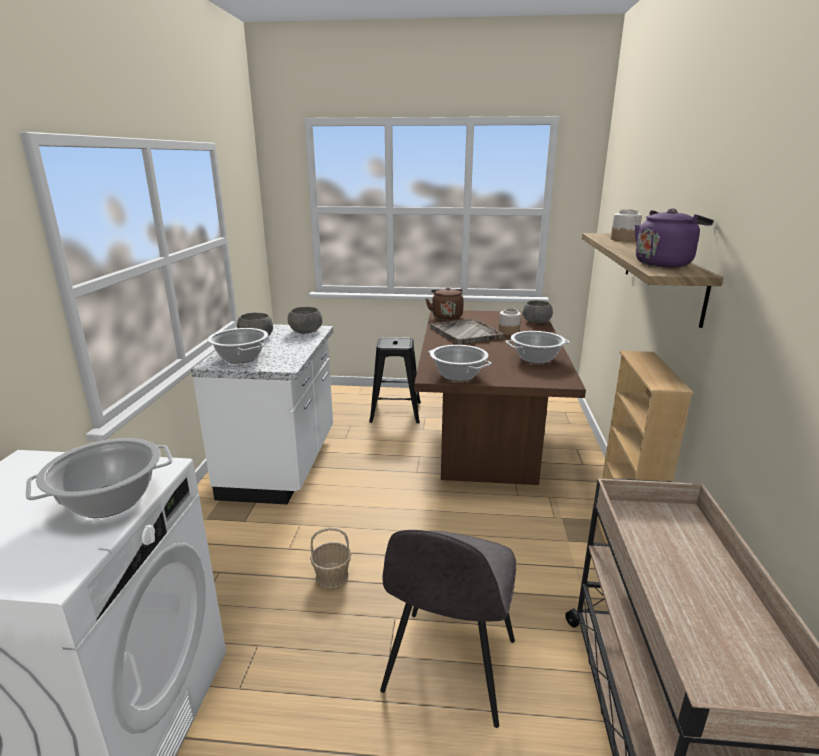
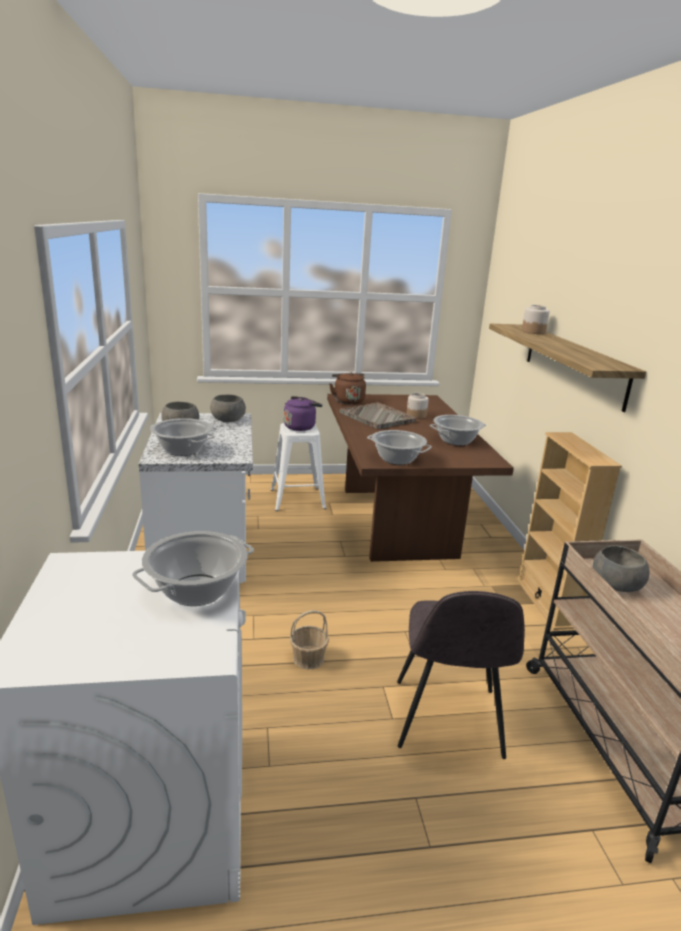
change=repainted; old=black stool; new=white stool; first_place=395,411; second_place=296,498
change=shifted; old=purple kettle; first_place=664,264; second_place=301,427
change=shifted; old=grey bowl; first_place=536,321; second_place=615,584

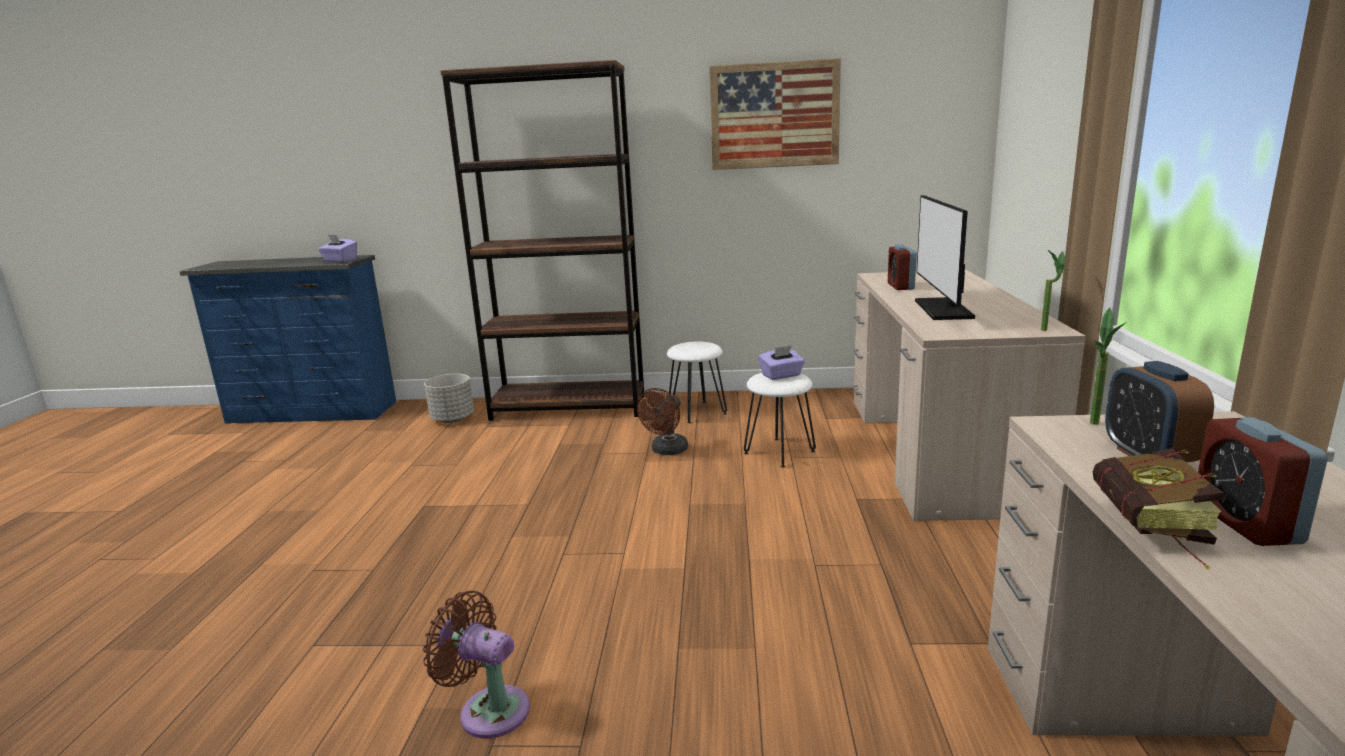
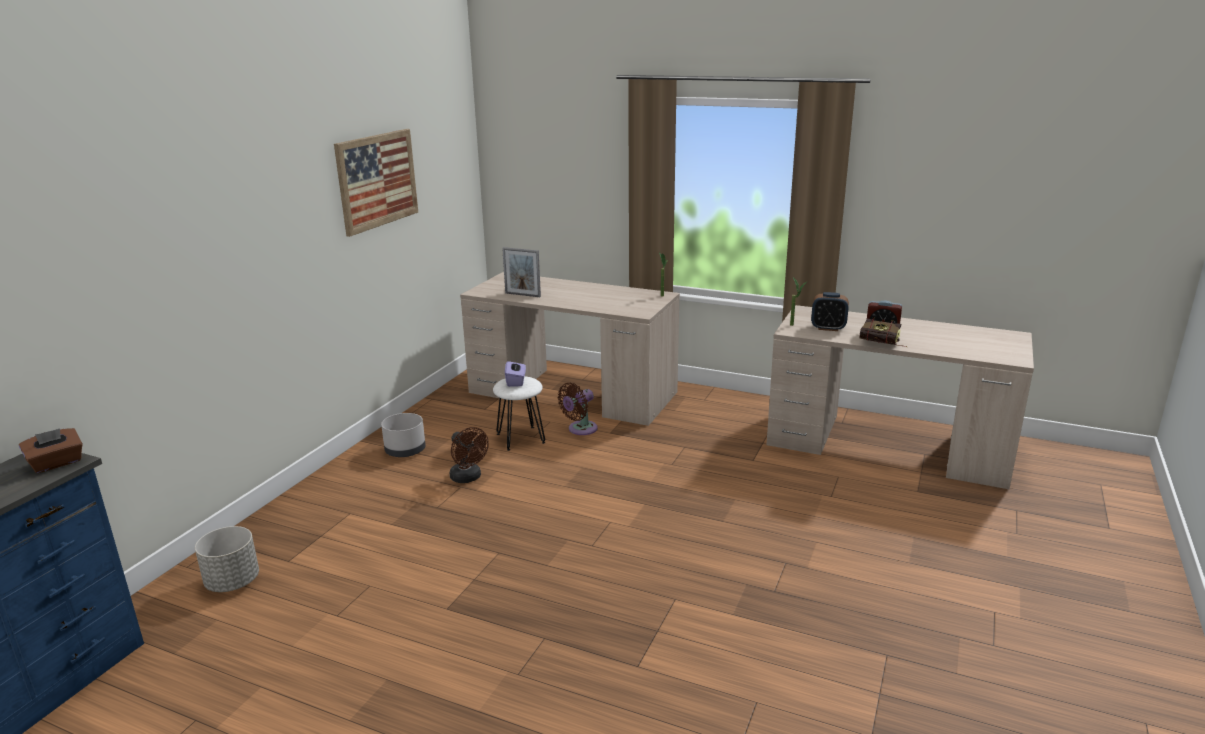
change=repainted; old=purple tissue box; new=brown tissue box; first_place=340,261; second_place=57,463
change=swapped; old=white stool; new=grey planter; first_place=696,411; second_place=405,451
change=swapped; old=alarm clock; new=picture frame; first_place=900,286; second_place=522,295
change=shifted; old=brown fan; first_place=488,709; second_place=580,429
change=gone; old=brown bookcase; first_place=569,407
change=gone; old=monitor; first_place=943,309

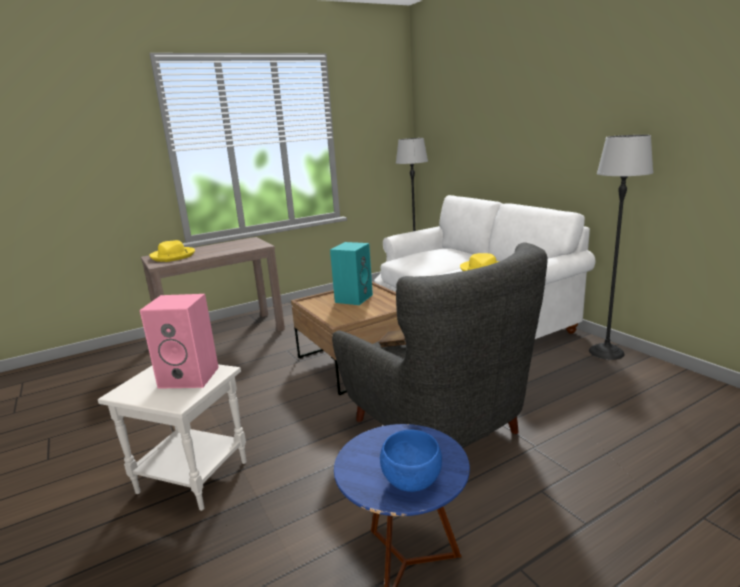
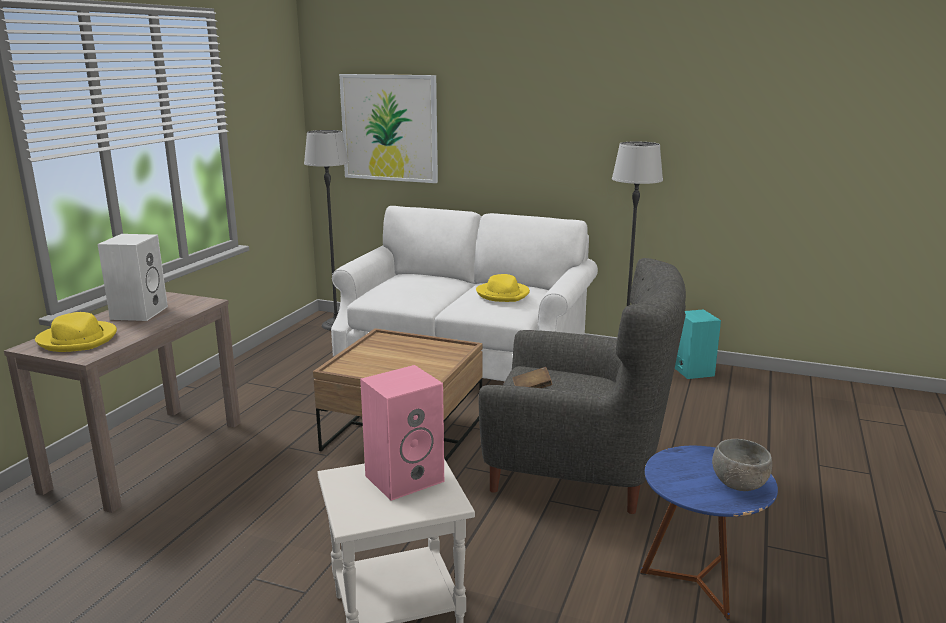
change=new; new=white speaker; second_place=139,312
change=new; new=picture; second_place=389,128
change=shifted; old=turquoise speaker; first_place=353,298; second_place=691,370
change=repainted; old=blue bowl; new=grey bowl; first_place=410,482; second_place=738,485

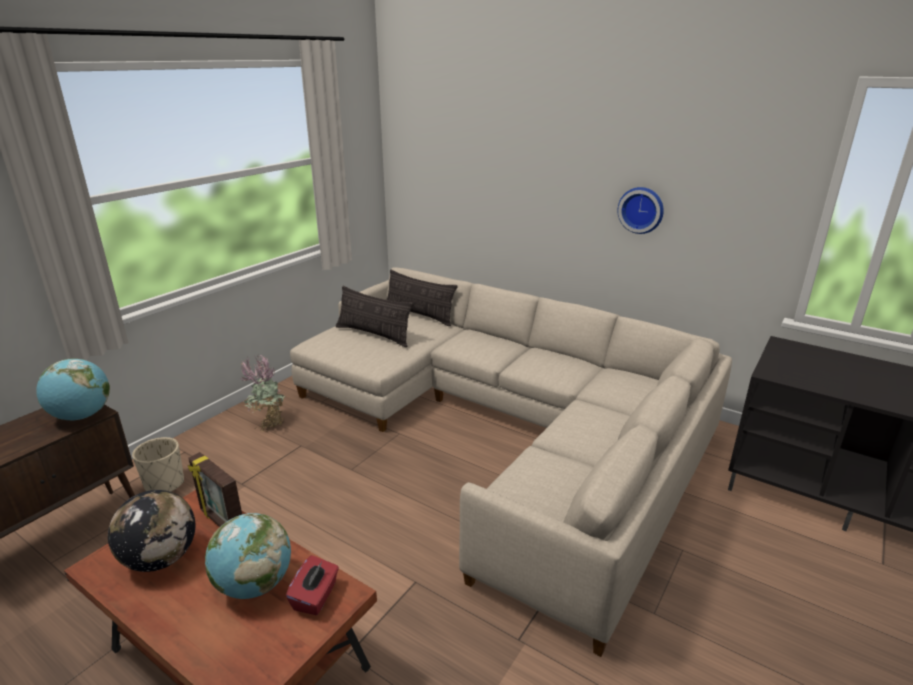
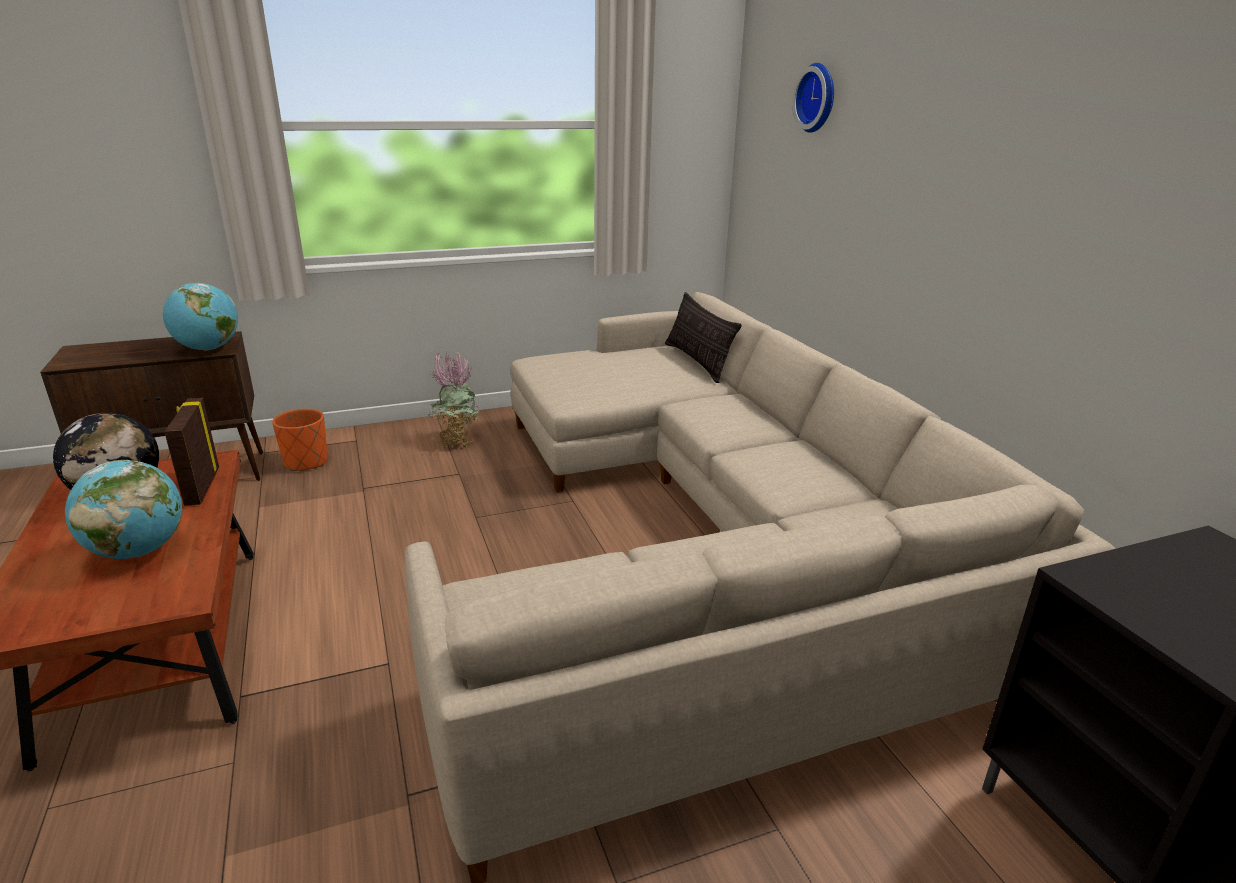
change=repainted; old=beige planter; new=orange planter; first_place=164,484; second_place=306,462
change=shifted; old=wall clock; first_place=641,209; second_place=818,98
change=gone; old=red tissue box; first_place=315,597
change=gone; old=pillow; first_place=374,334

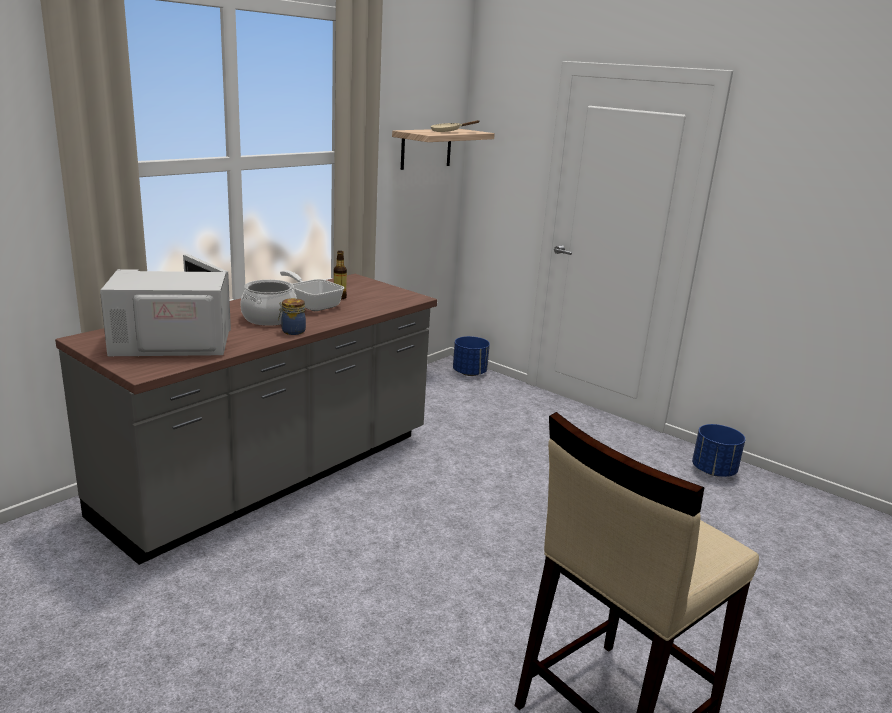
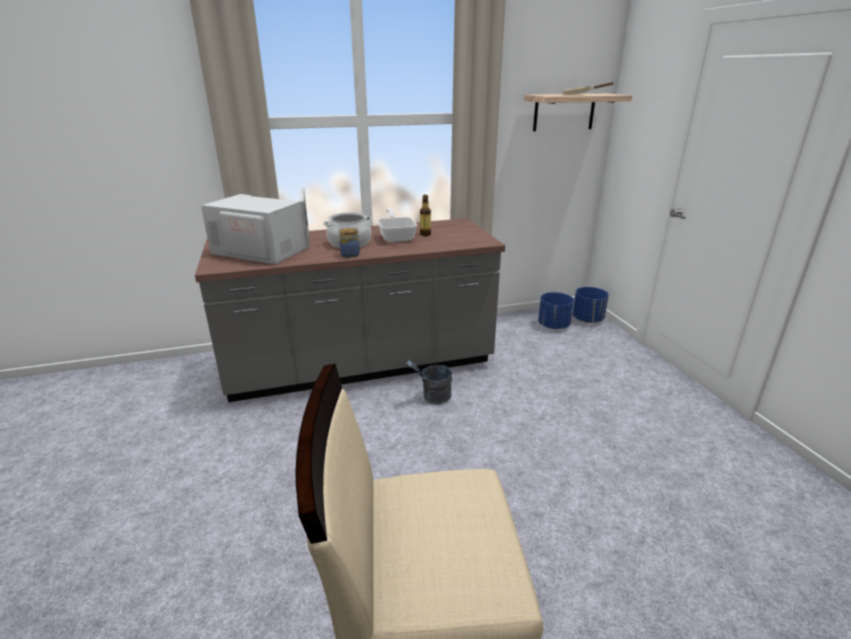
change=new; new=grey bucket; second_place=432,398
change=shifted; old=blue planter; first_place=713,471; second_place=553,326

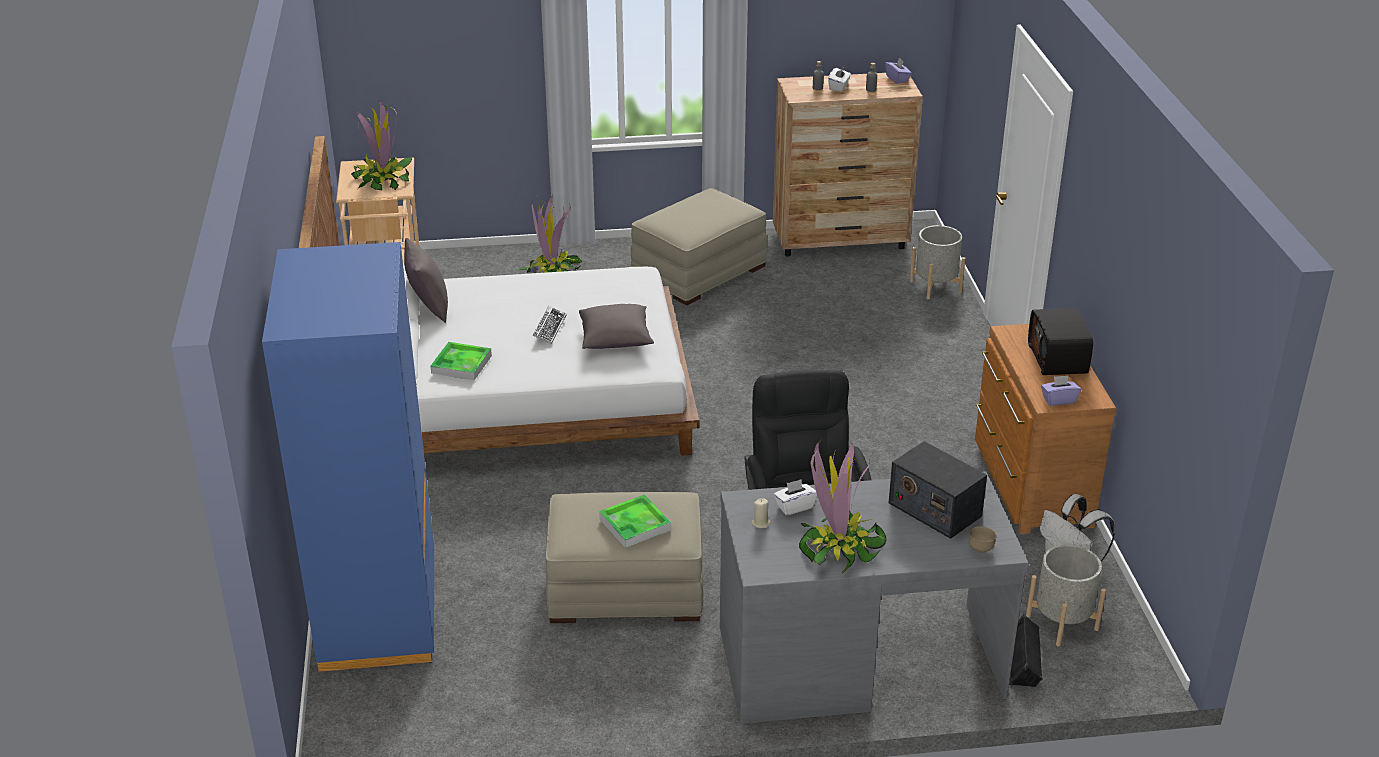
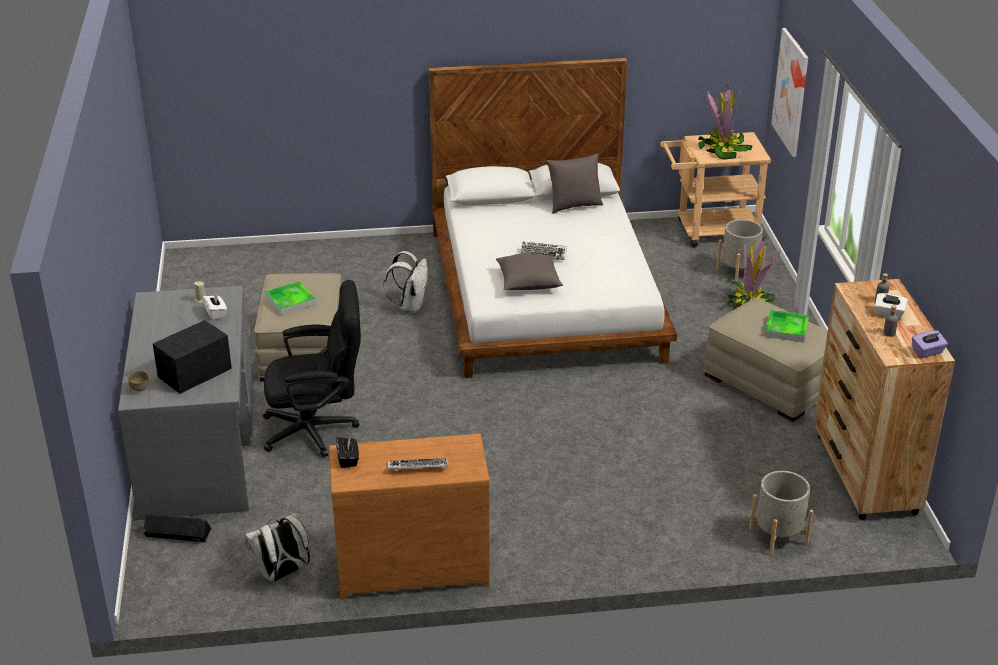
change=repainted; old=purple tissue box; new=black tissue box; first_place=1058,400; second_place=348,459
change=new; new=white backpack; second_place=410,306
change=swapped; old=radio; new=keyboard; first_place=1059,359; second_place=418,468
change=shifted; old=grey planter; first_place=1062,622; second_place=739,272
change=shifted; old=tray; first_place=461,364; second_place=786,329
change=new; new=picture; second_place=791,92
change=gone; old=blue wardrobe; first_place=379,614
change=gone; old=potted plant; first_place=839,547

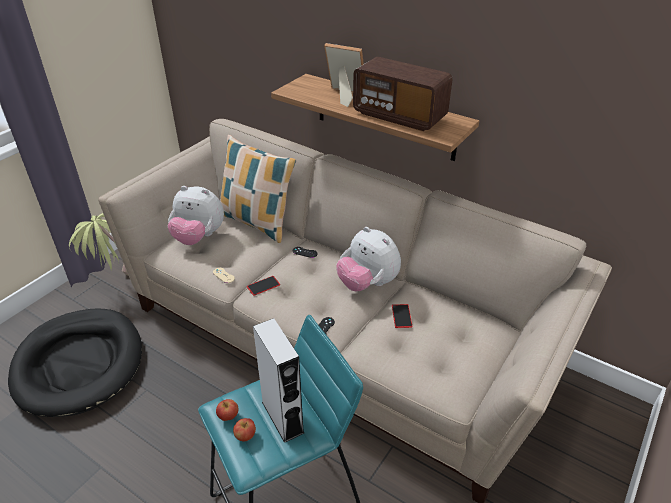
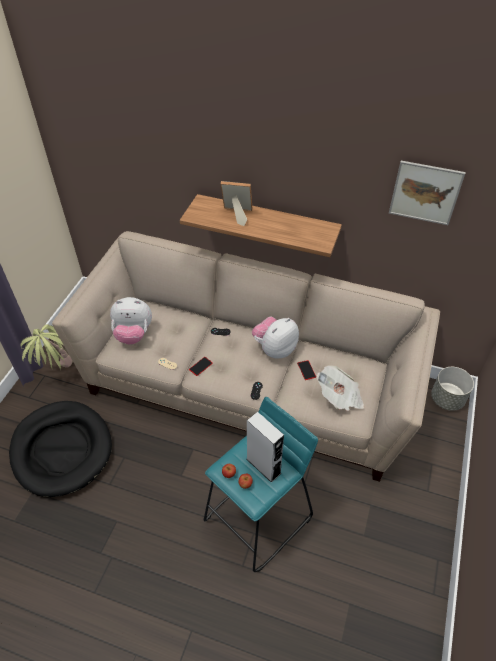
change=rotated; old=plush toy; first_place=367,283; second_place=275,349; degrees=105
change=new; new=newspaper; second_place=339,397
change=new; new=picture; second_place=425,193
change=new; new=grey planter; second_place=447,399
change=gone; old=pillow; first_place=257,222
change=gone; old=radio; first_place=399,116

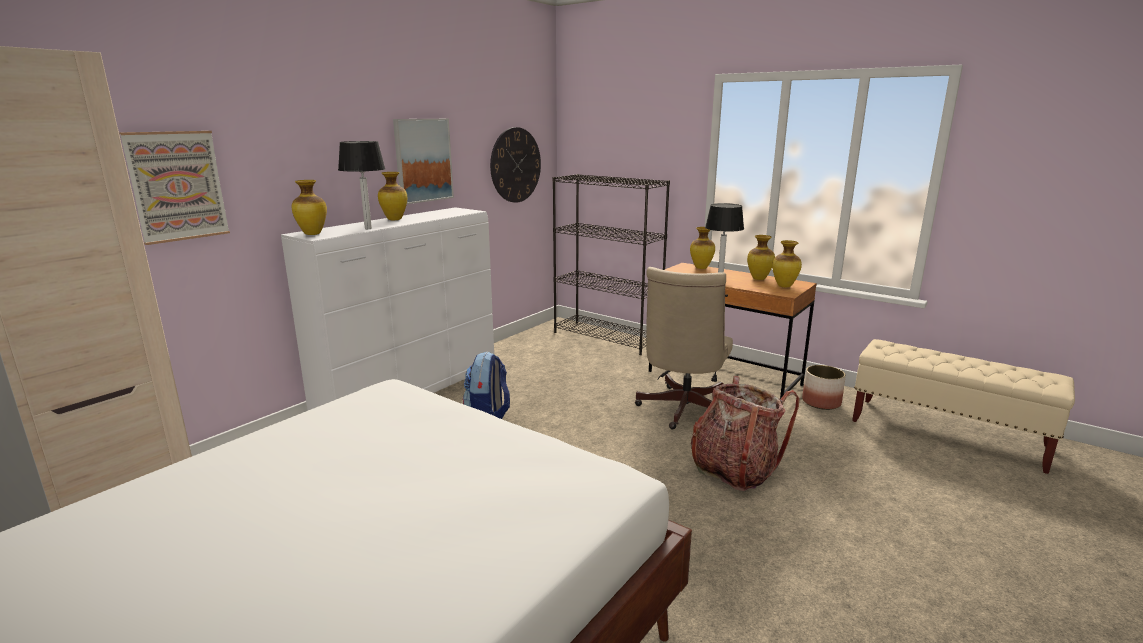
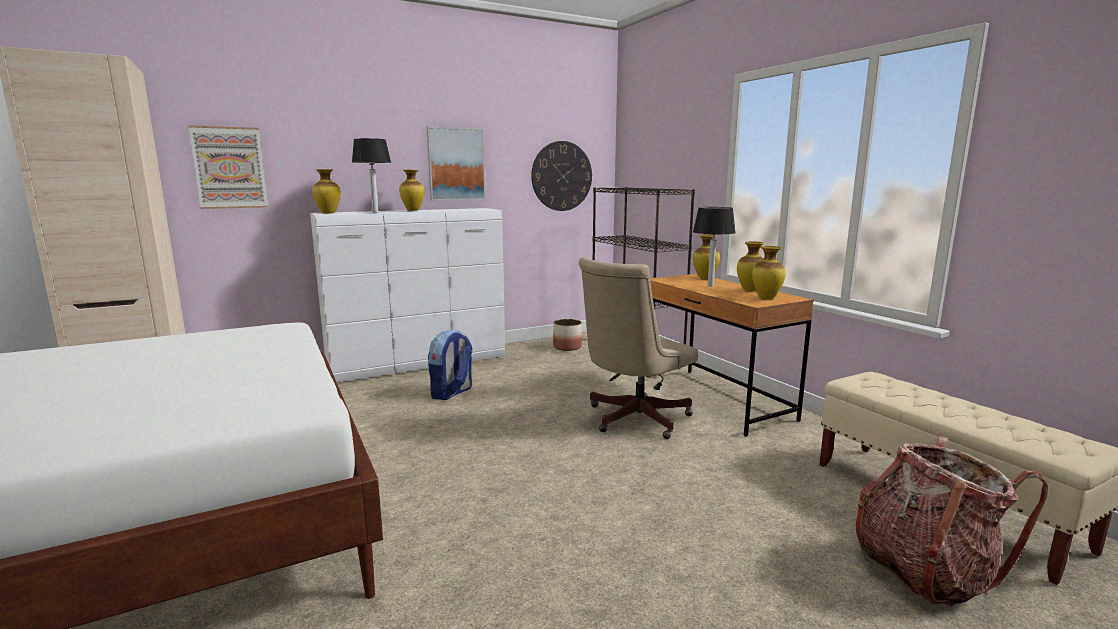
change=shifted; old=planter; first_place=821,402; second_place=567,347
change=shifted; old=backpack; first_place=734,470; second_place=923,570

